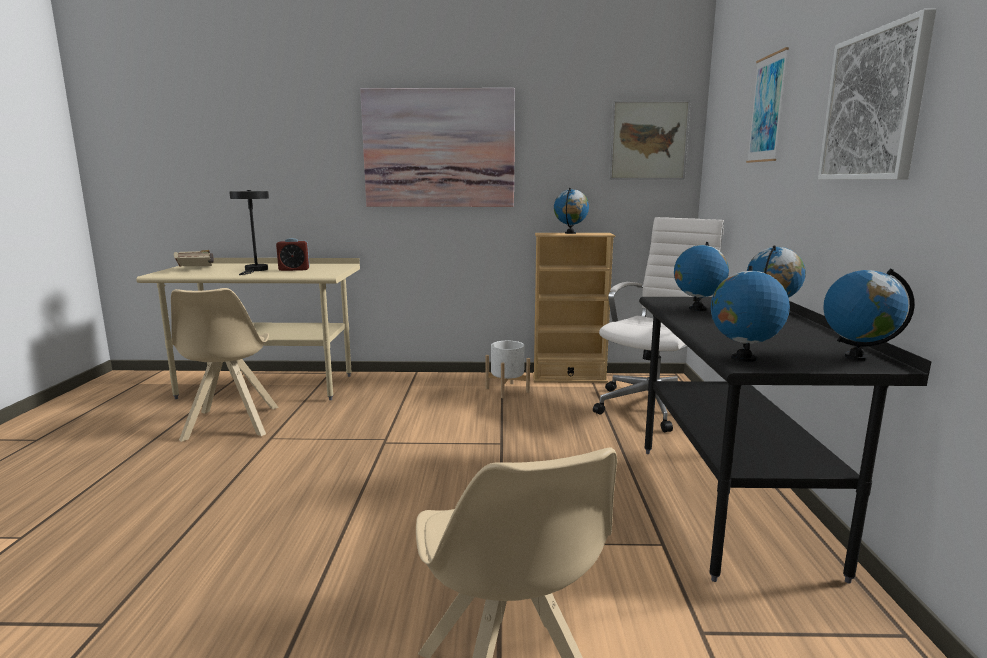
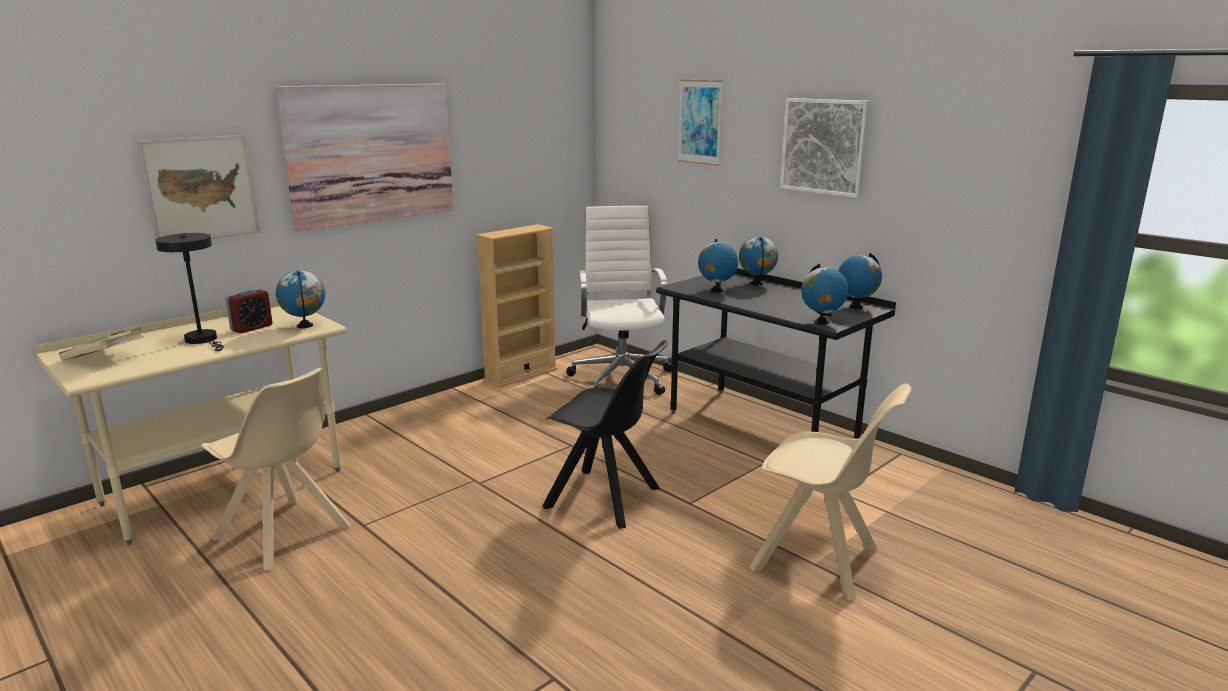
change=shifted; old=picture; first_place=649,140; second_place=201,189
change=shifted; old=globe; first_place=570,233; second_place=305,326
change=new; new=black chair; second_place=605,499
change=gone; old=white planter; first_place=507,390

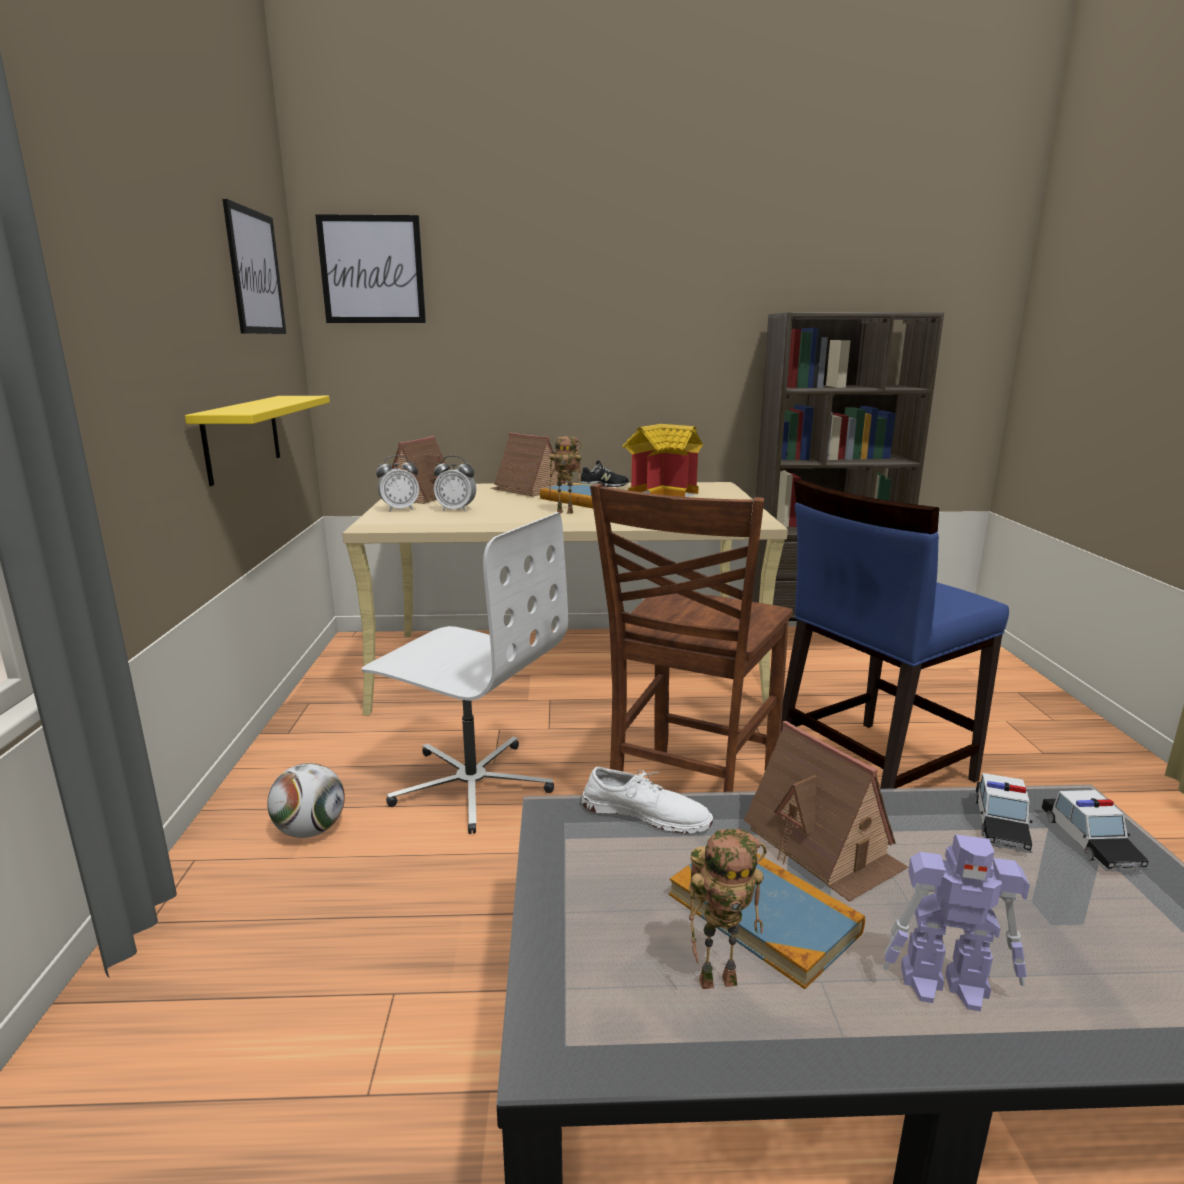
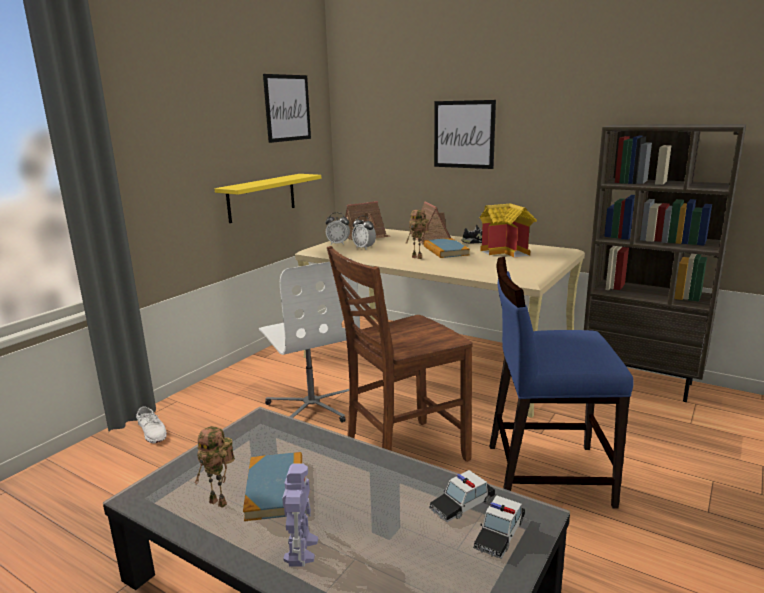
change=shifted; old=white shoe; first_place=646,813; second_place=152,431
change=rotated; old=toy robot; first_place=947,985; second_place=301,549; degrees=-135
change=shifted; old=picture; first_place=372,270; second_place=464,134
change=gone; old=football; first_place=311,830
change=gone; old=toy house; first_place=823,847

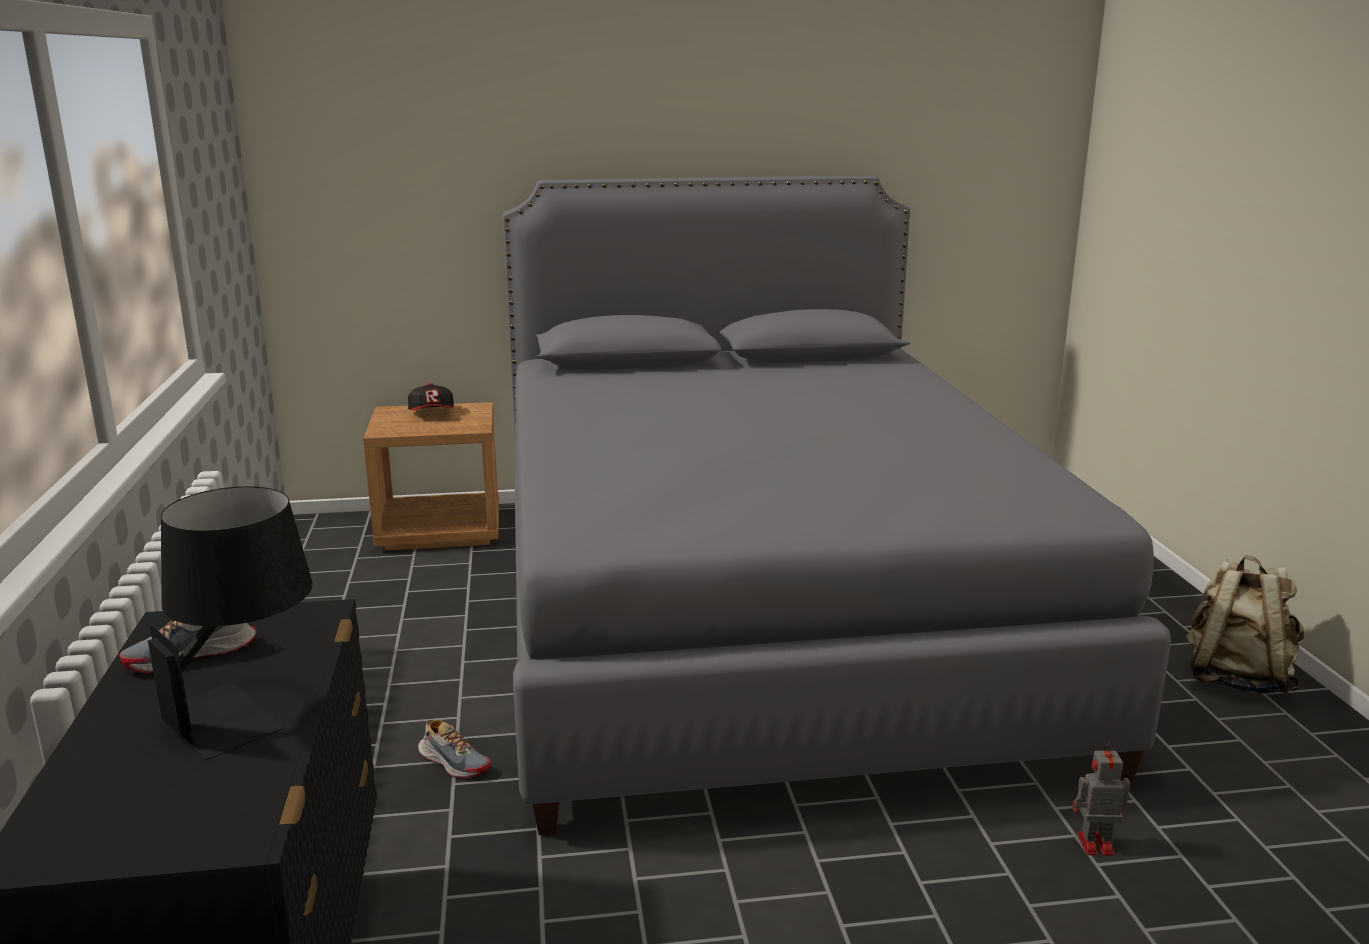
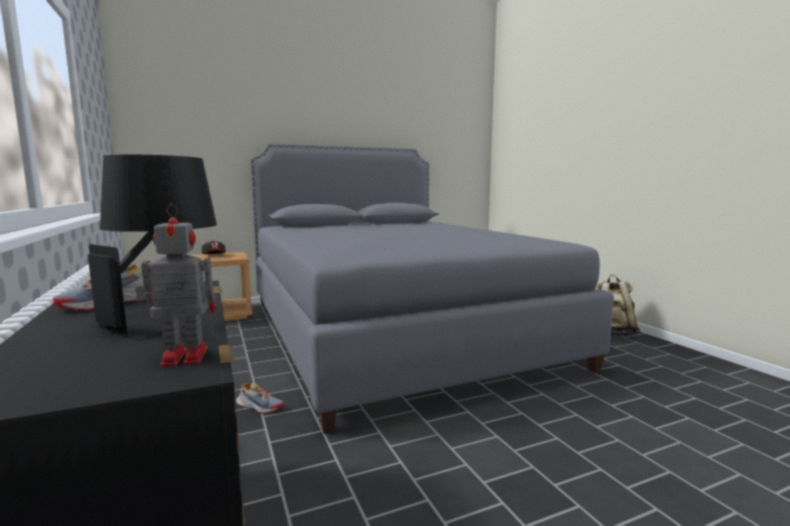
change=shifted; old=toy robot; first_place=1093,844; second_place=182,357

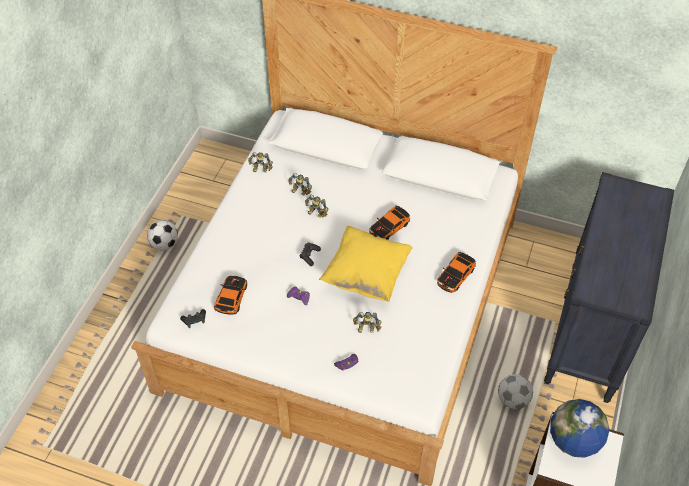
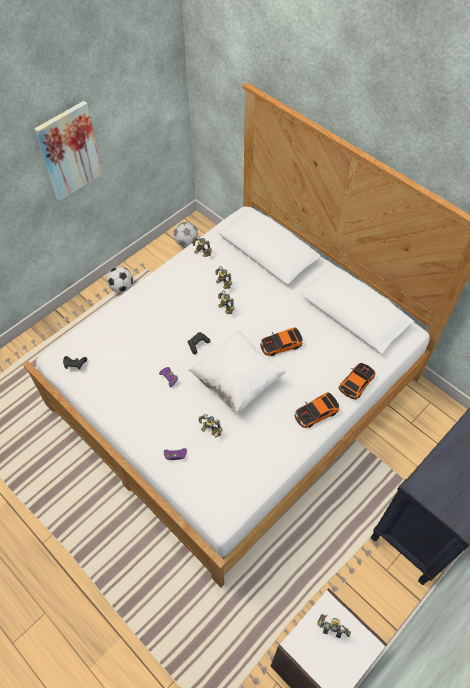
change=new; new=picture; second_place=69,151
change=shifted; old=football; first_place=513,400; second_place=186,243
change=repainted; old=yellow pillow; new=white pillow; first_place=366,275; second_place=237,381
change=swapped; old=globe; new=toy robot; first_place=573,441; second_place=332,627
change=shifted; old=toy car; first_place=231,297; second_place=356,382

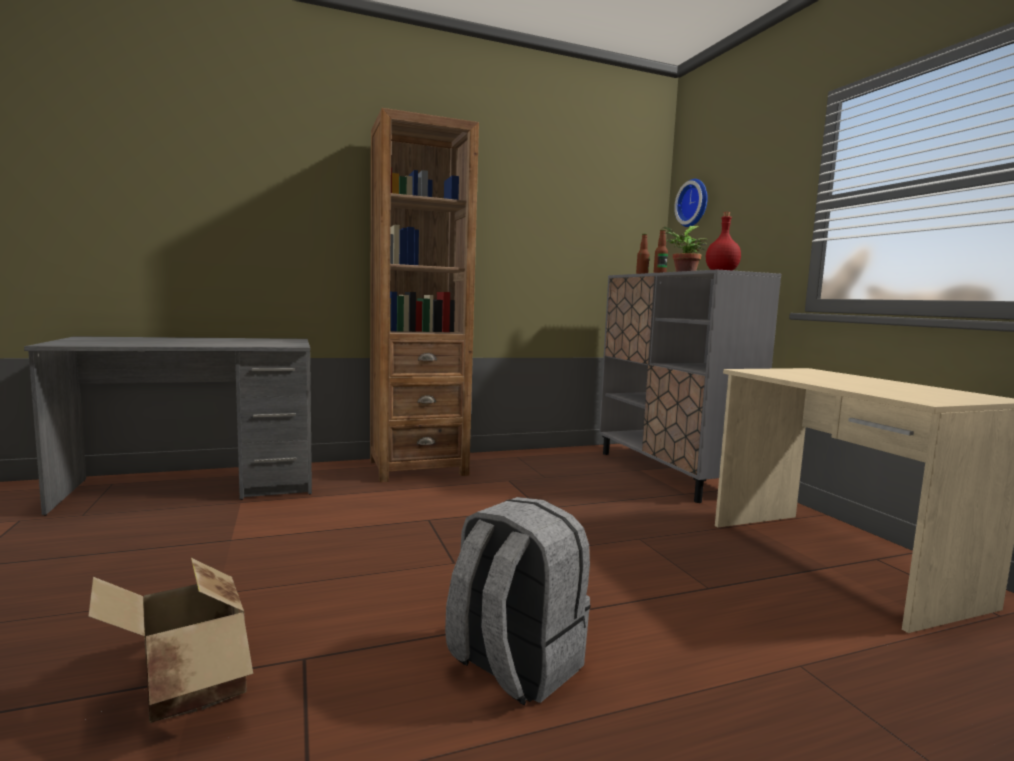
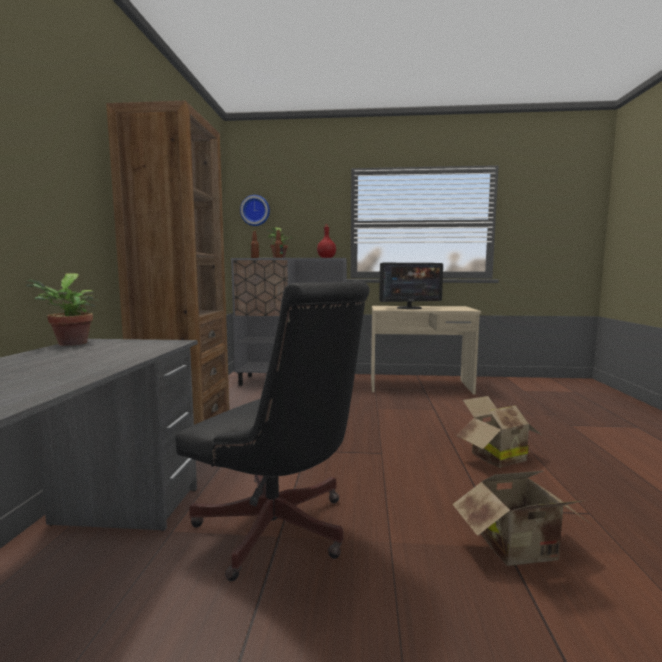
change=new; new=potted plant; second_place=71,344
change=new; new=black office chair; second_place=281,532
change=new; new=monitor; second_place=410,308
change=swapped; old=grey backpack; new=cardboard box; first_place=513,665; second_place=494,457

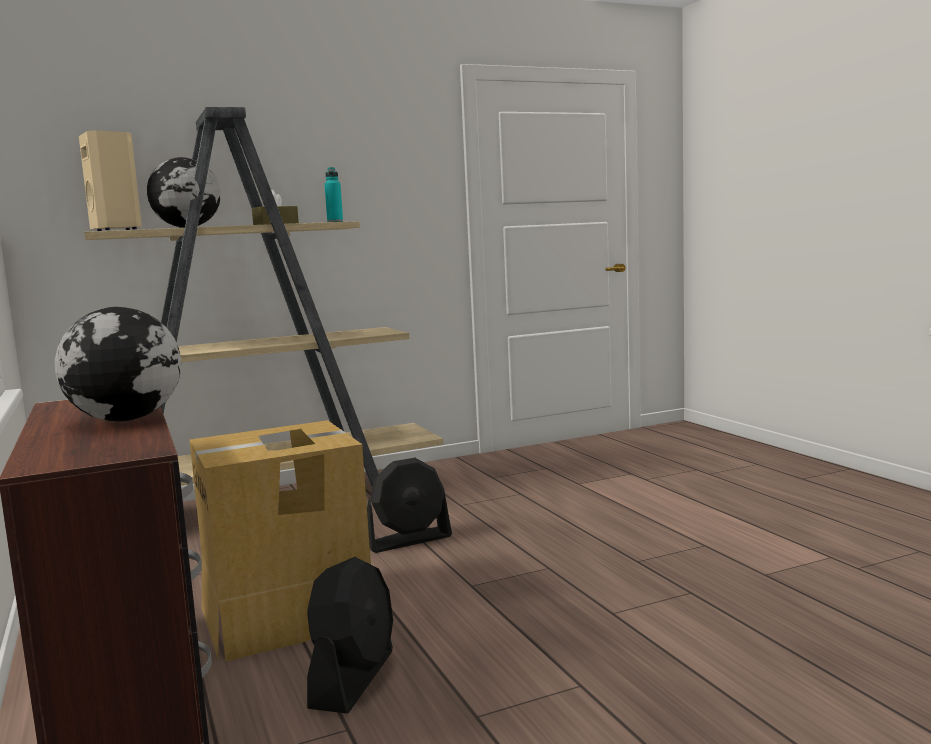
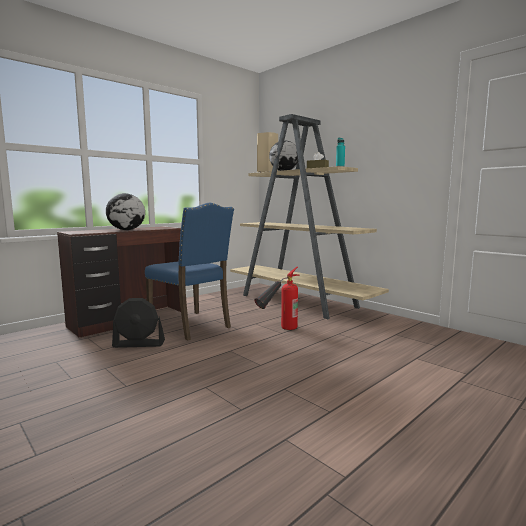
change=swapped; old=cardboard box; new=blue chair; first_place=289,615; second_place=192,326
change=swapped; old=black fan; new=fire extinguisher; first_place=408,540; second_place=279,331

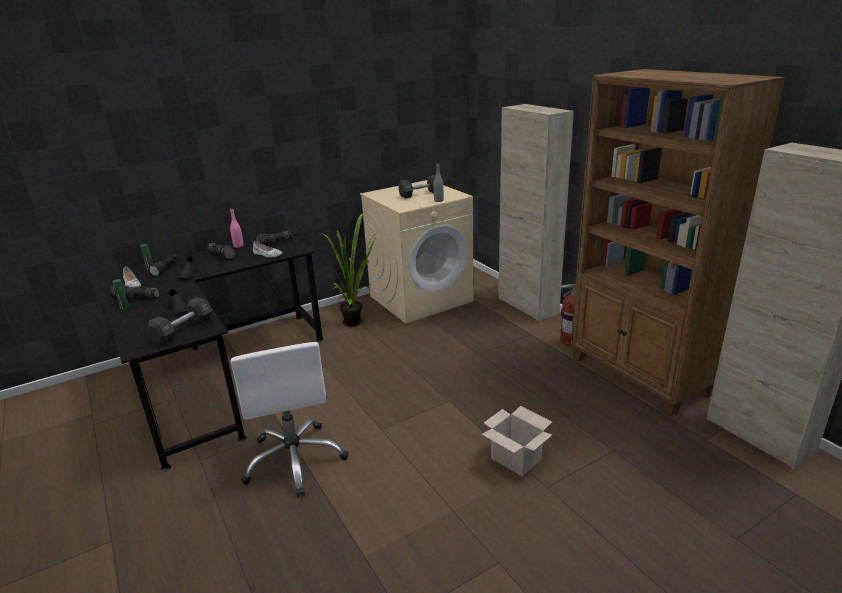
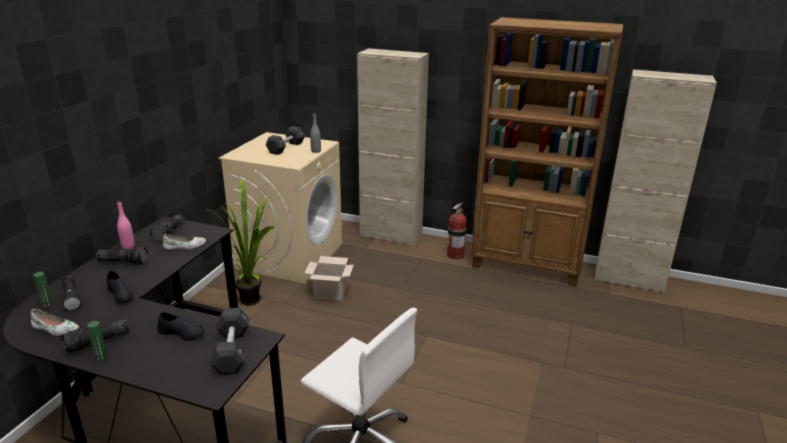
change=shifted; old=cardboard box; first_place=517,459; second_place=331,292

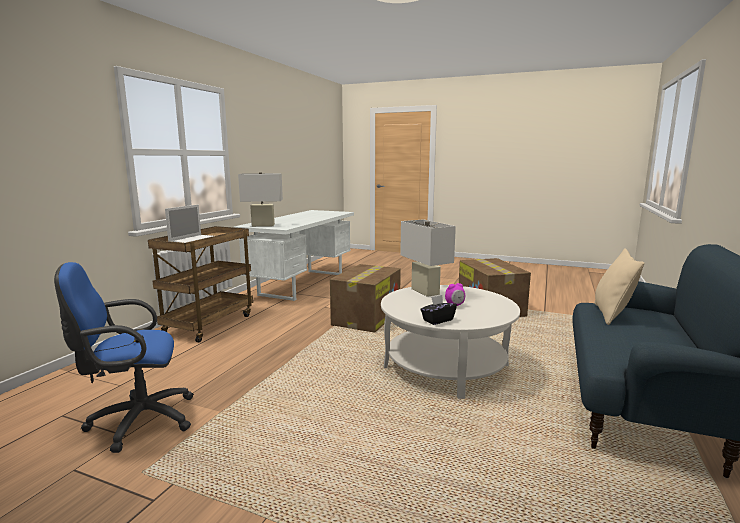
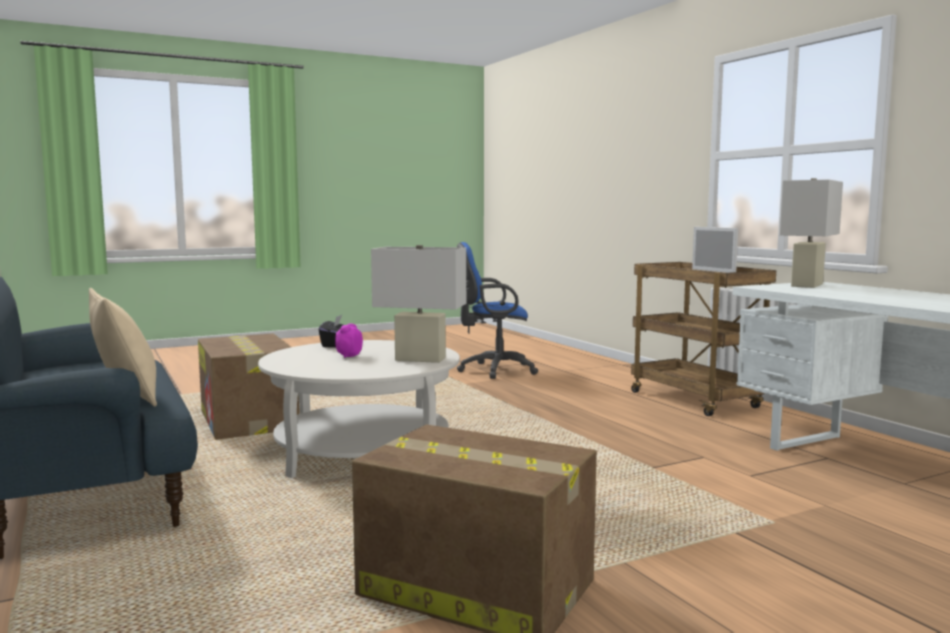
change=shifted; old=cardboard box; first_place=367,317; second_place=249,420
change=rotated; old=blue office chair; first_place=136,421; second_place=493,370; degrees=-120

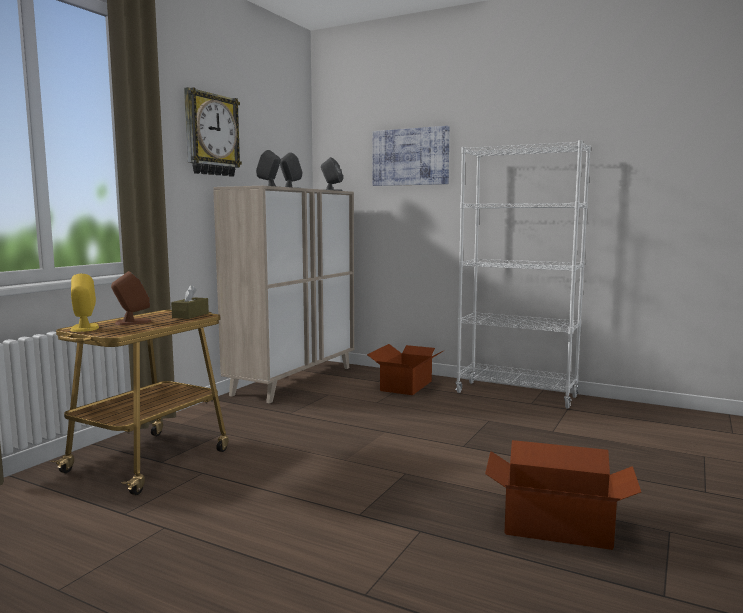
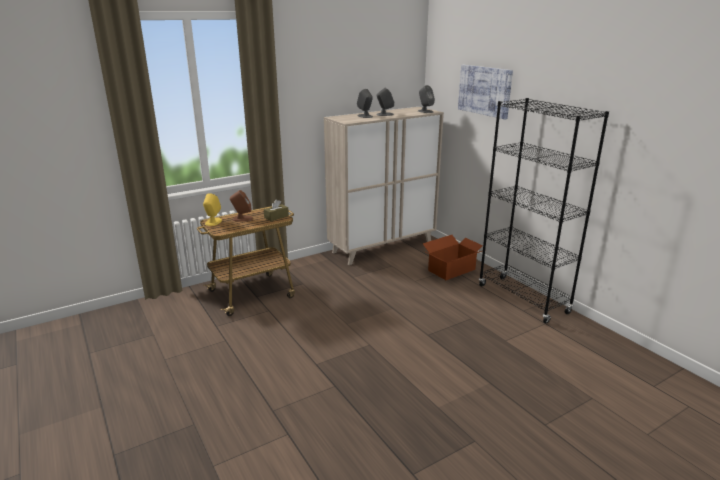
change=repainted; old=white bookcase; new=black bookcase; first_place=516,395; second_place=523,299
change=gone; old=wall clock; first_place=211,135
change=gone; old=cardboard box; first_place=558,526

